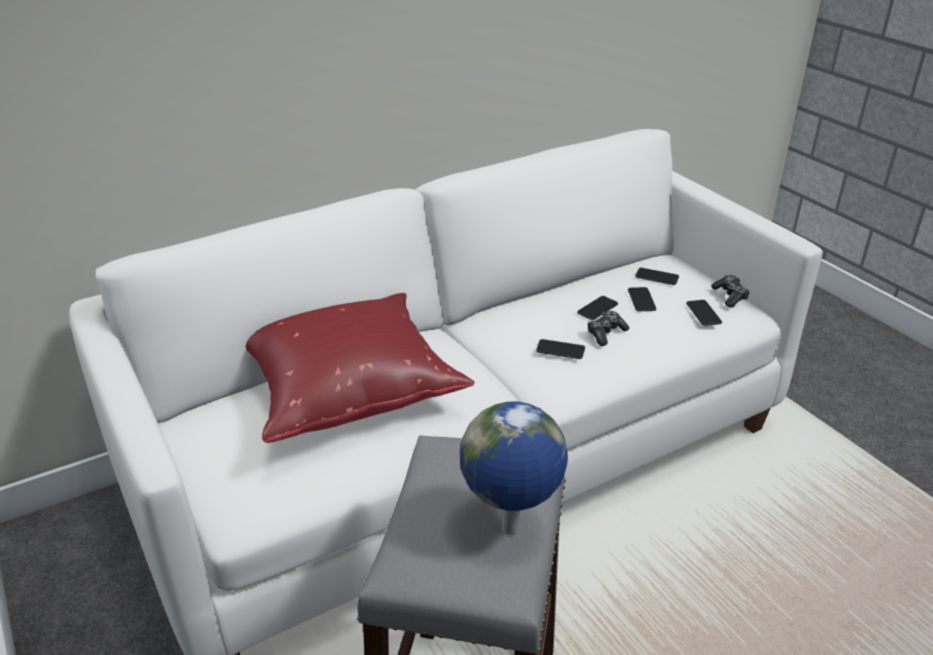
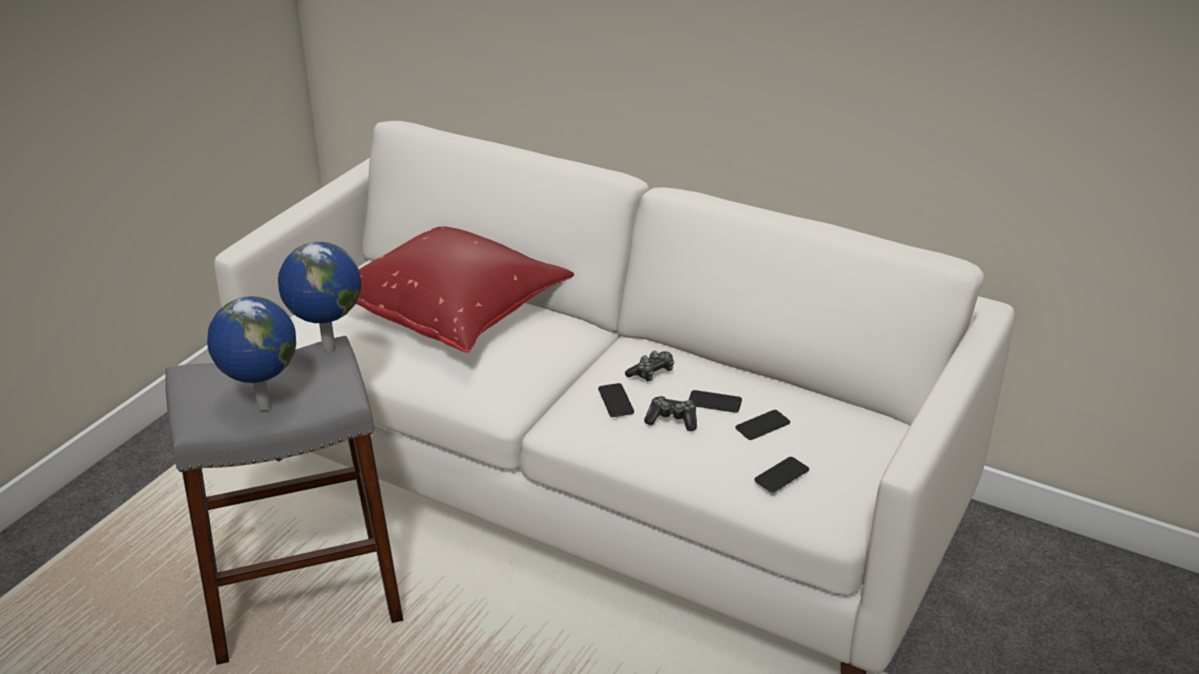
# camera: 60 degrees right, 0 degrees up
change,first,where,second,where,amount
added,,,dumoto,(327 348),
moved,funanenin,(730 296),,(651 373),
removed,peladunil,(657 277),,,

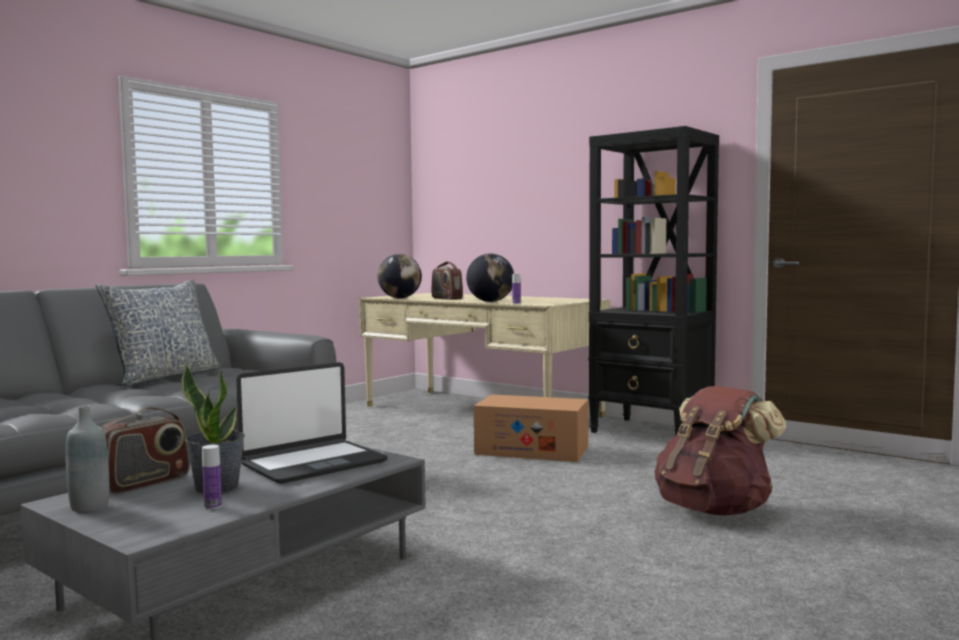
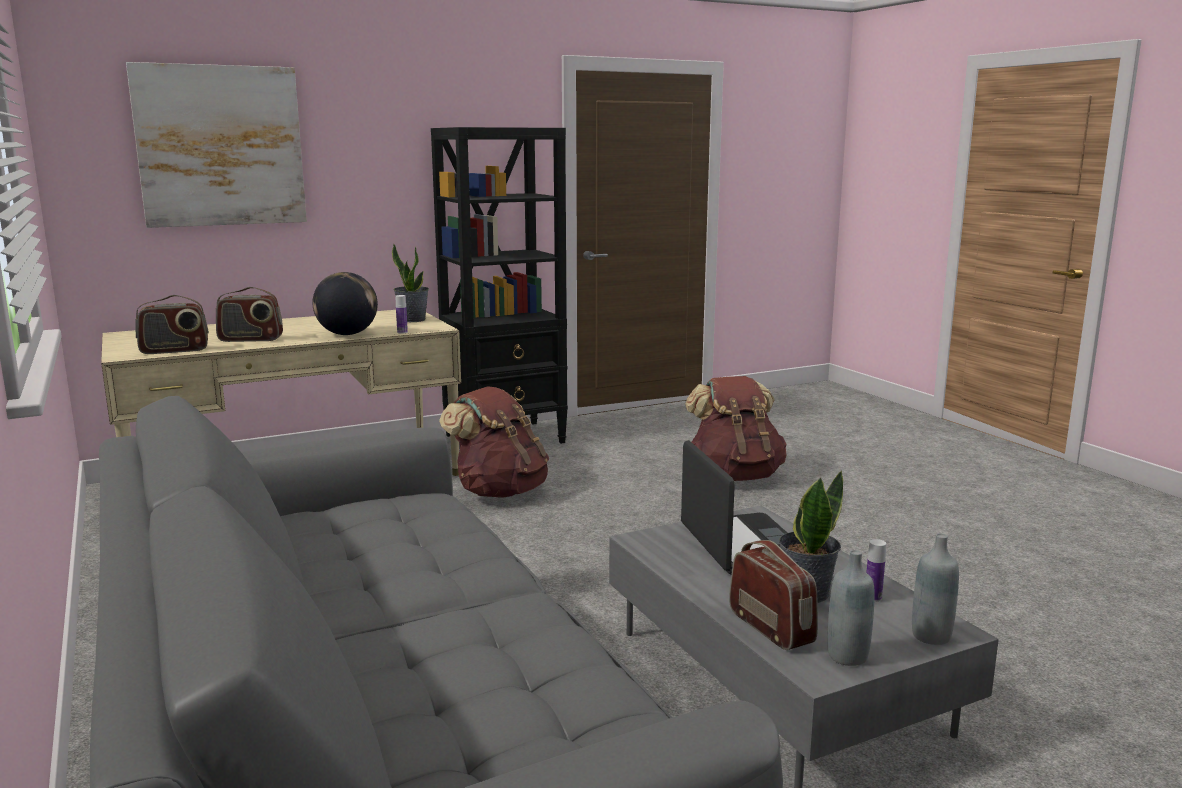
# camera: 65 degrees left, 10 degrees up
change,first,where,second,where,amount
added,,,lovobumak,(220 146),
replaced,dumoto,(400 298),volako,(174 350),
added,,,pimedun,(412 320),
replaced,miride,(532 450),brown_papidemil,(499 491),
added,,,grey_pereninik,(931 636),
removed,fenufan,(164 376),,,

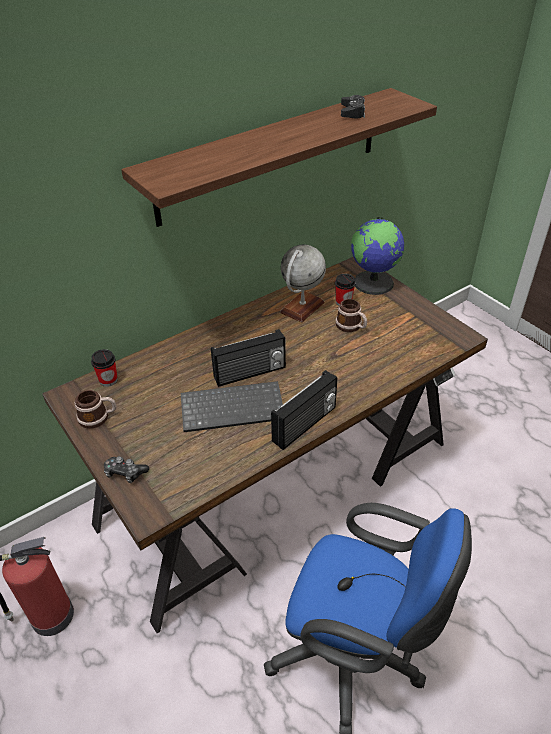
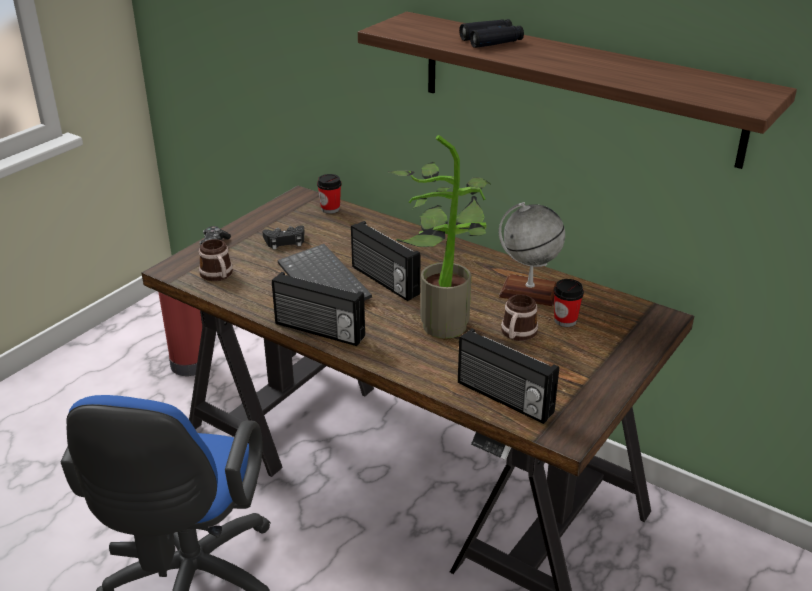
# camera: 70 degrees right, 10 degrees down
change,first,where,second,where,amount
moved,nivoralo,(98 417),,(218 276),
moved,black_funanenin,(352 112),,(285 241),
added,,,pimedun,(443 321),
added,,,volako,(503 399),
added,,,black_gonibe,(491 40),
removed,dumoto,(374 282),,,

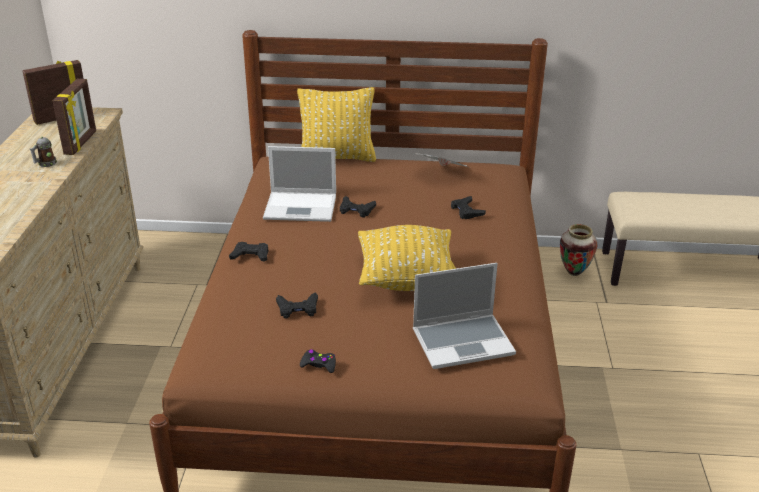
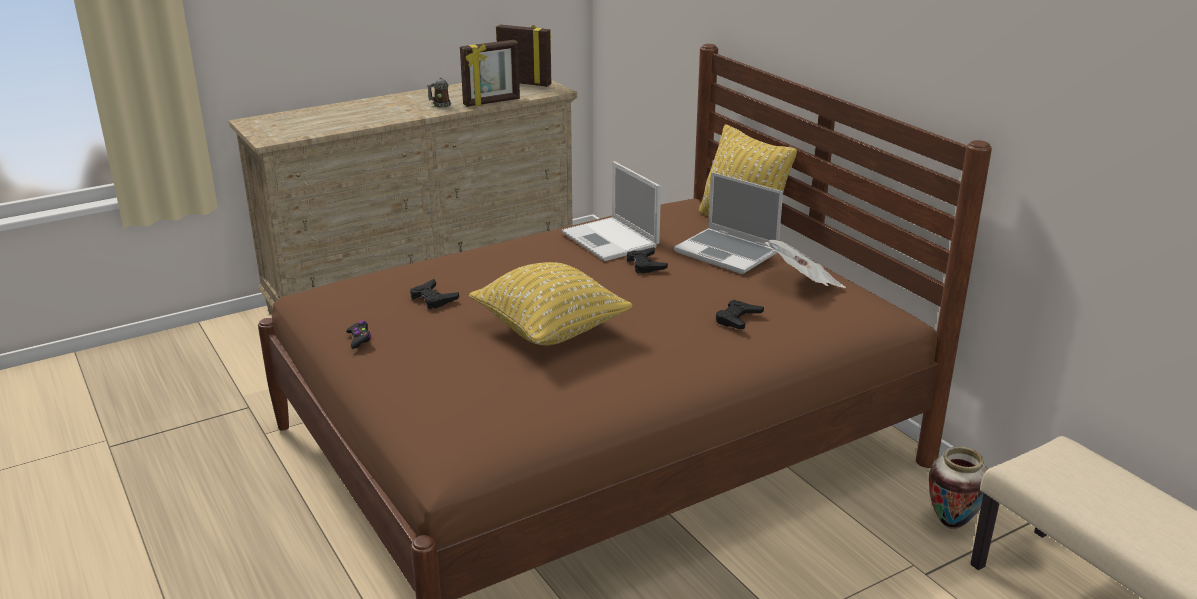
# camera: 55 degrees right, 5 degrees down
change,first,where,second,where,amount
moved,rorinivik,(463 341),,(728 253),
removed,black_funanenin,(250 255),,,

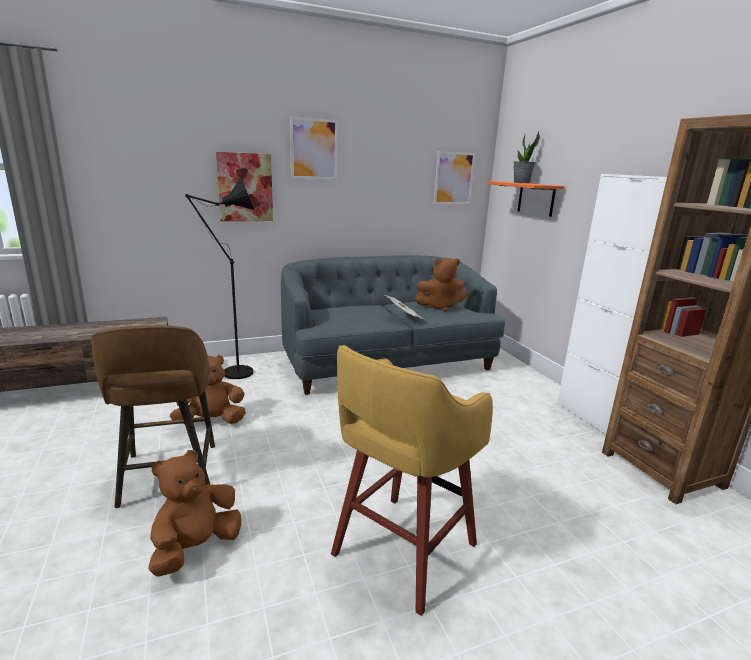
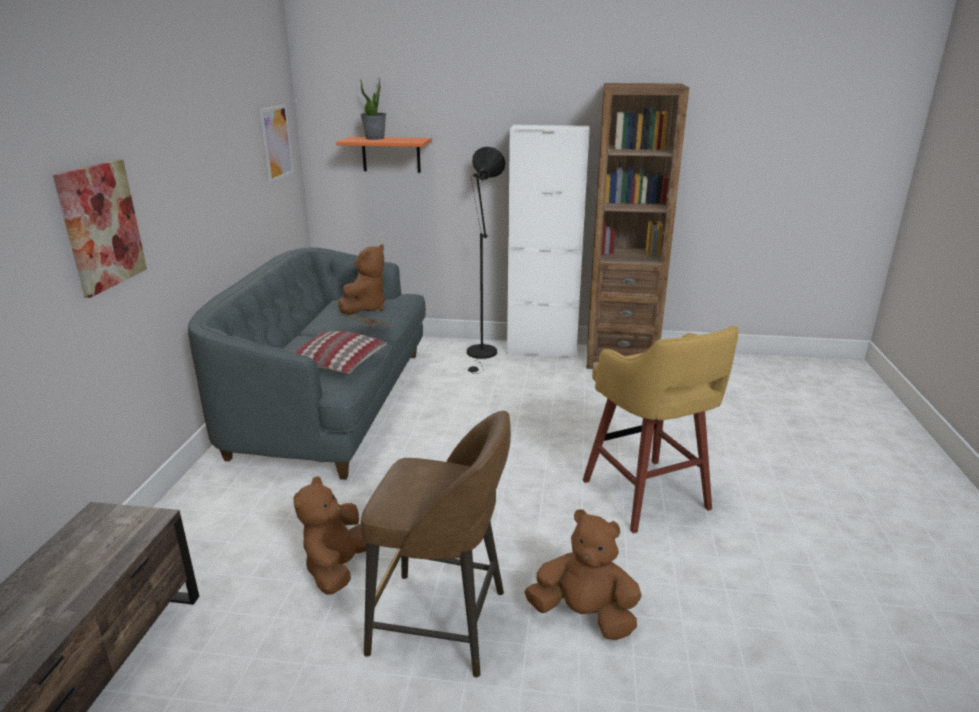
# camera: 60 degrees left, 5 degrees up
change,first,where,second,where,amount
added,,,fenufan,(335 363),
moved,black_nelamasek,(232 374),,(481 355),
turned,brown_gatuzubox,(196 548),,(584 615),135 degrees clockwise
removed,lovobumak,(314 149),,,

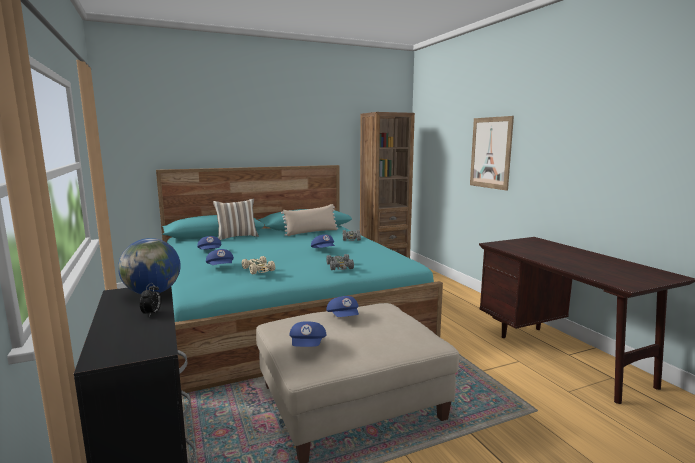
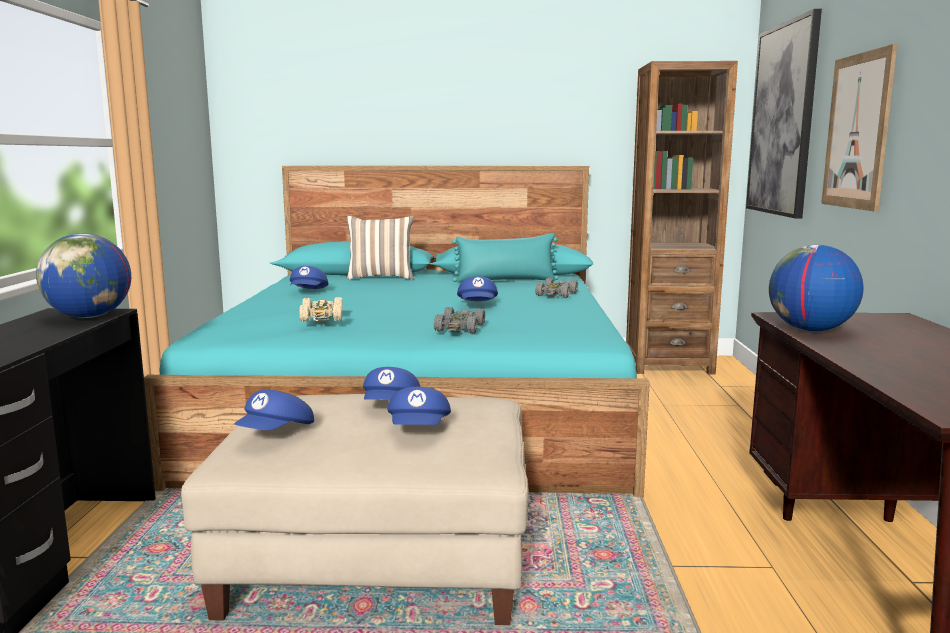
# camera: 25 degrees right, 0 degrees up
change,first,where,second,where,amount
moved,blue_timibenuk,(221 267),,(420 429),
recoloured,beige_fenufan,(311 232),turquoise_fenufan,(506 281),
added,,,lovobumak,(782 120),
added,,,dumoto,(810 330),
removed,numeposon,(152 313),,,

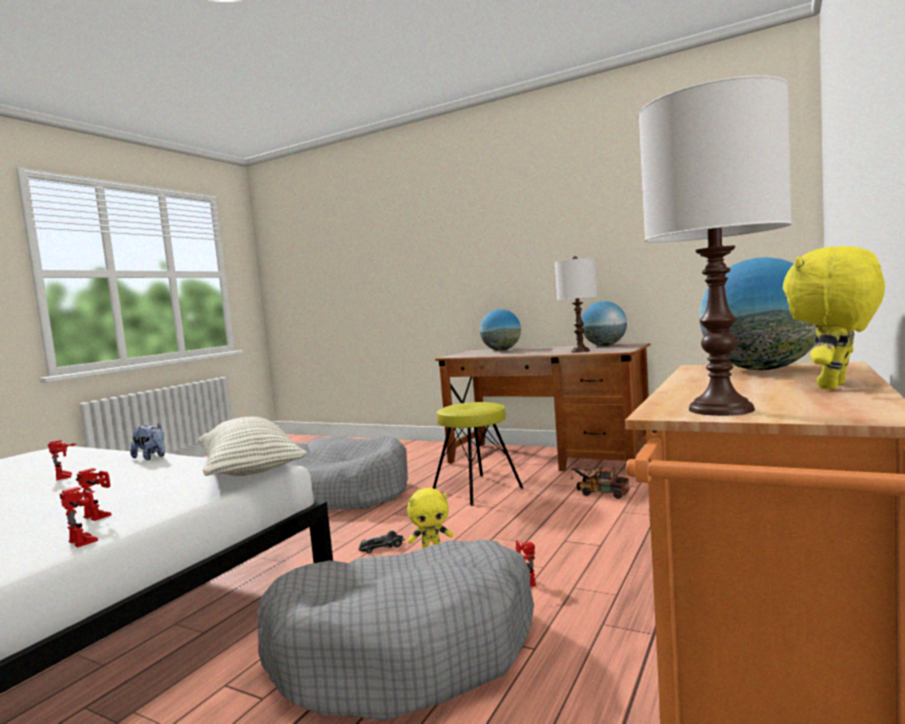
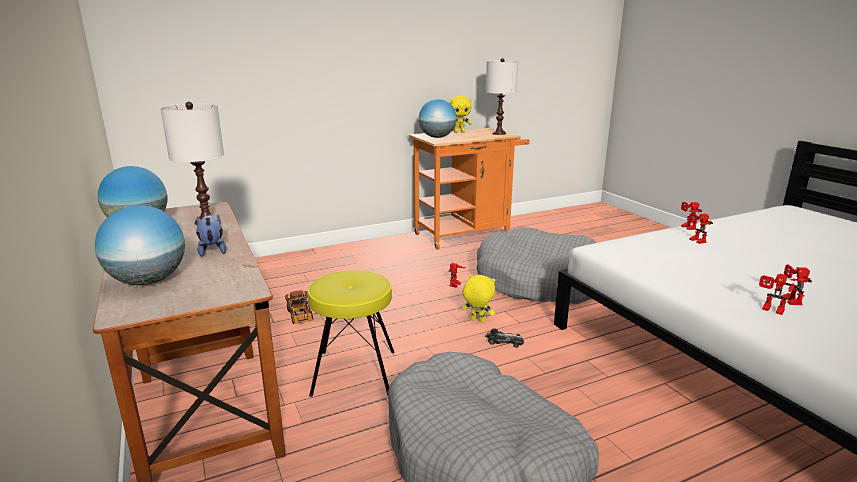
# camera: 145 degrees left, 15 degrees up
change,first,where,second,where,amount
moved,gatuzubox,(151 457),,(212 250),
added,,,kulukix,(770 310),
removed,fenufan,(250 469),,,

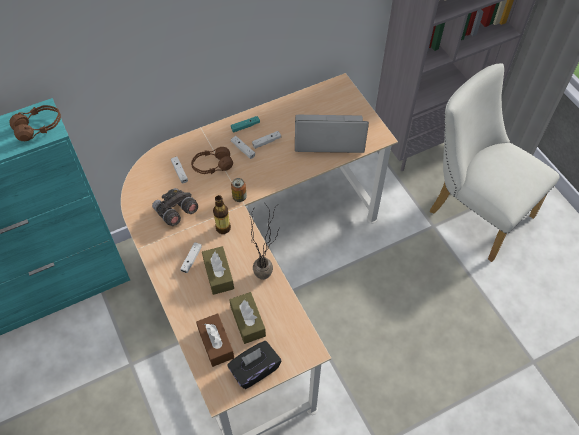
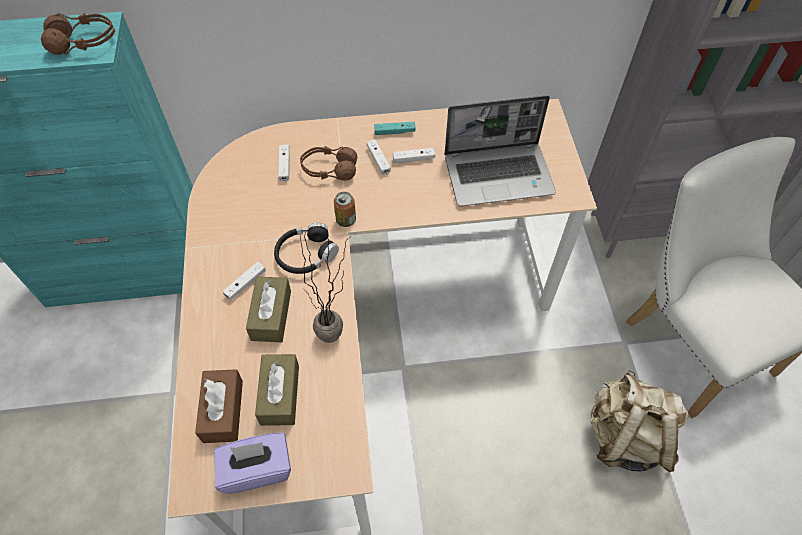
# camera: 20 degrees right, 0 degrees up
change,first,where,second,where,amount
recoloured,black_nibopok,(254 370),purple_nibopok,(257 469),
replaced,pereninik,(223 228),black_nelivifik,(306 255),
turned,rorinivik,(328 136),,(499 174),150 degrees clockwise
added,,,beige_papidemil,(625 437),
removed,grey_gonibe,(176 212),,,

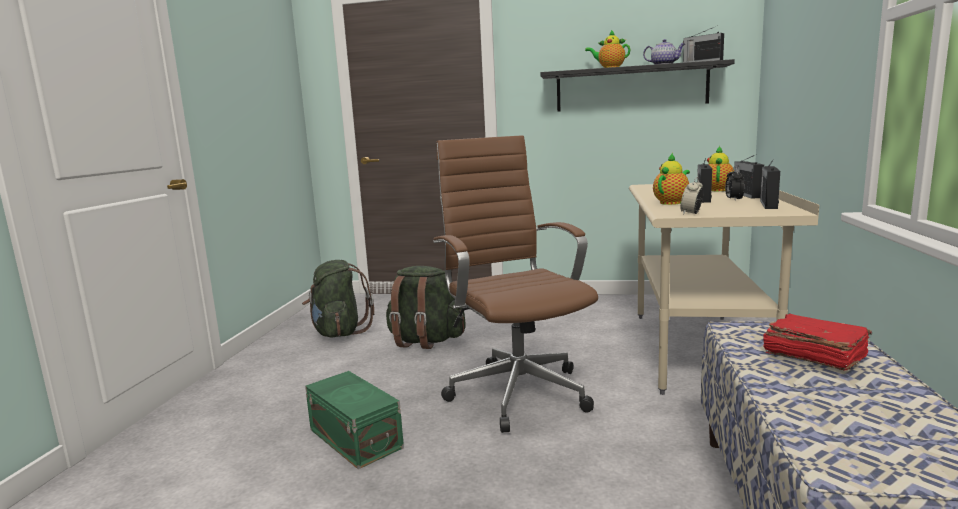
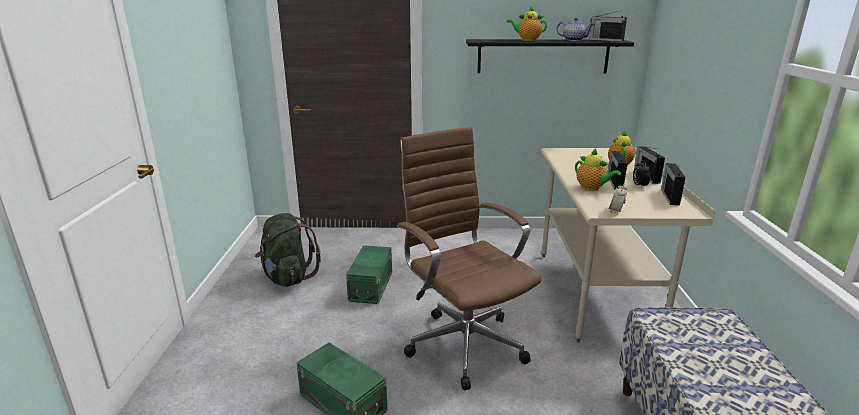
# camera: 10 degrees left, 10 degrees up
change,first,where,second,where,amount
replaced,green_papidemil,(425 341),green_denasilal,(370 286),
turned,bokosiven,(672 202),,(592 188),105 degrees clockwise
removed,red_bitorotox,(813 356),,,

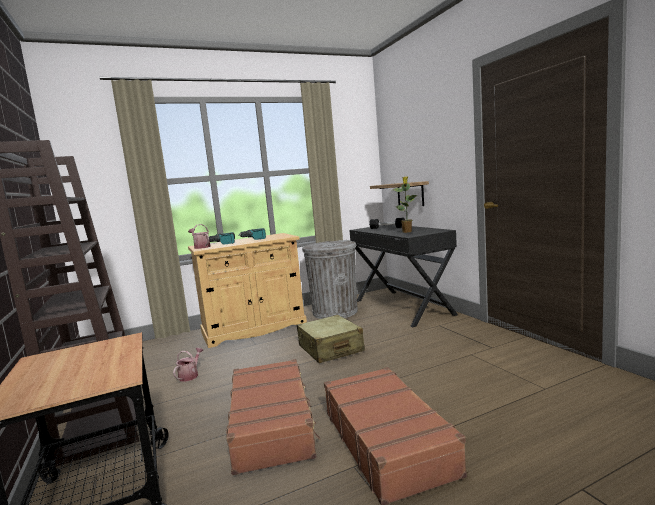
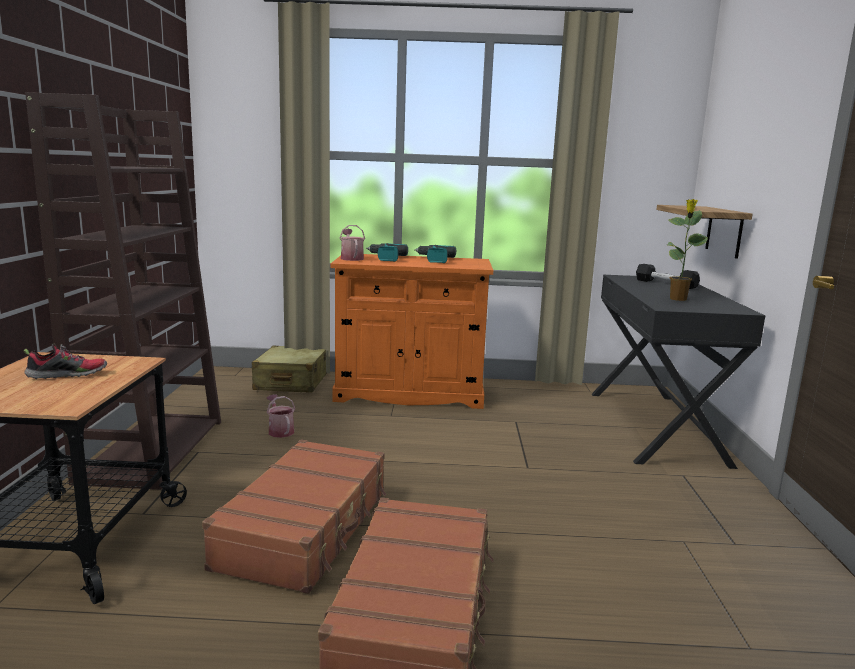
# camera: 25 degrees right, 5 degrees up
change,first,where,second,where,amount
added,,,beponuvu,(68 375),
moved,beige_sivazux,(330 349),,(291 382),
turned,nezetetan,(190 375),,(280 430),75 degrees counterclockwise
recoloured,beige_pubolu,(254 329),orange_pubolu,(409 393),
removed,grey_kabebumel,(335 312),,,

